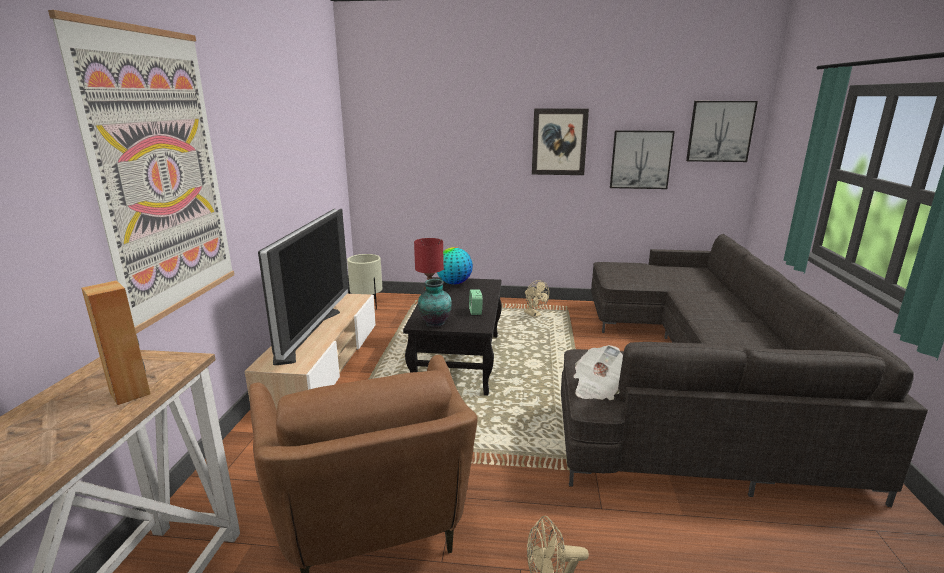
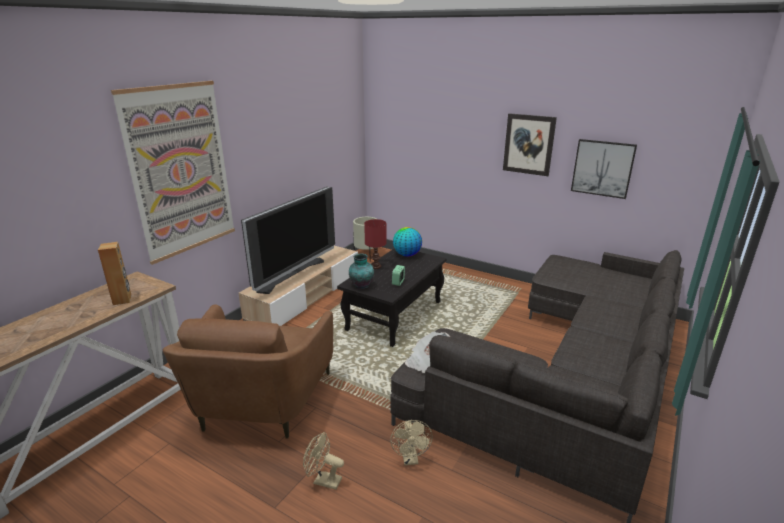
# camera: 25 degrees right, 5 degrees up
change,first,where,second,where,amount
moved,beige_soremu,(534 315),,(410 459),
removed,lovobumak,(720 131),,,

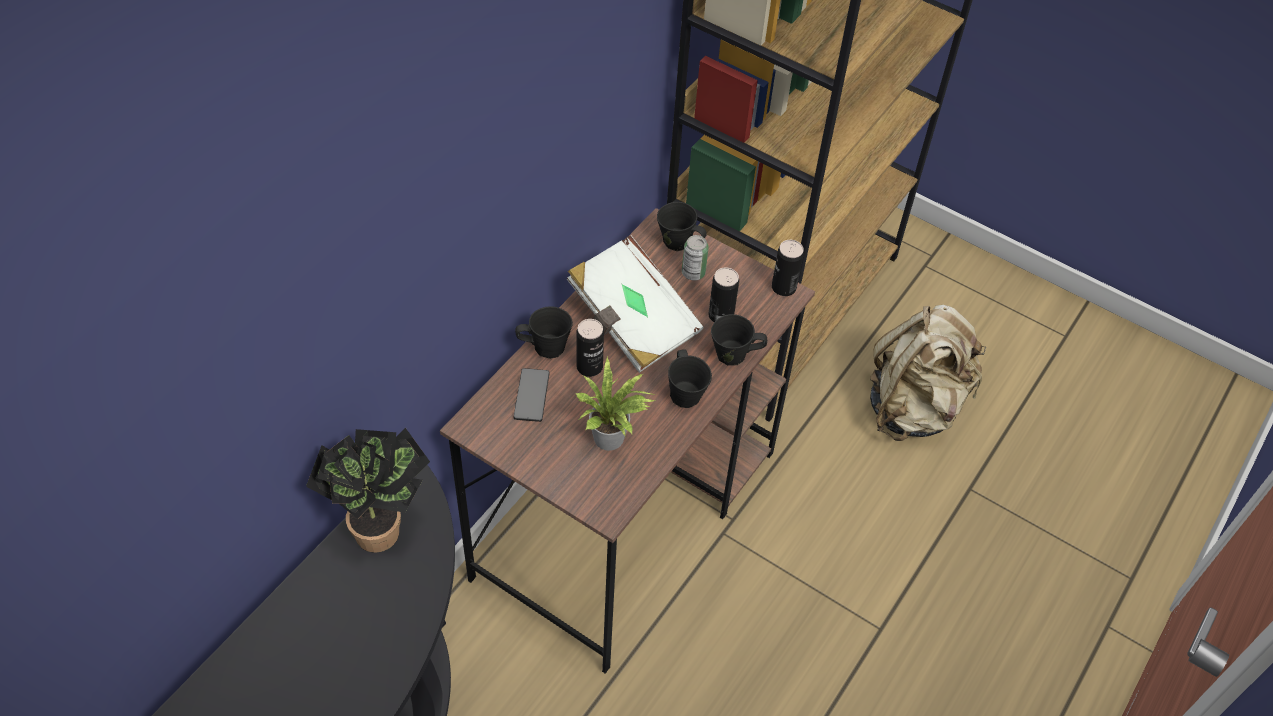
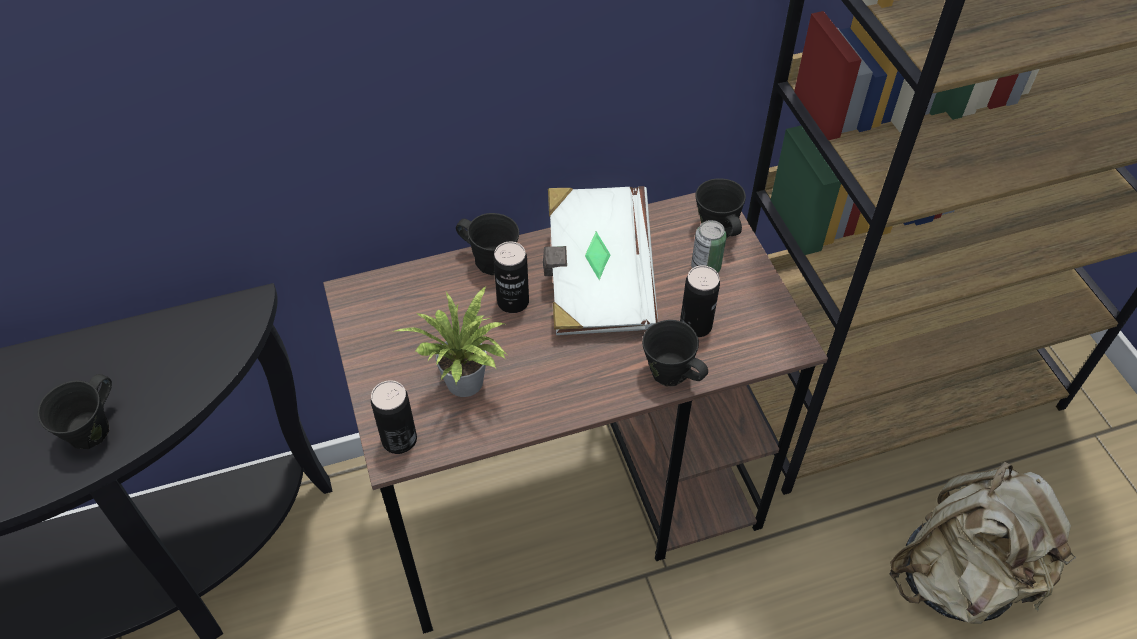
# camera: 40 degrees right, 0 degrees up
change,first,where,second,where,amount
moved,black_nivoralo,(685 393),,(92 430),
moved,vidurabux,(783 287),,(399 439),
removed,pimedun,(382 528),,,
removed,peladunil,(531 395),,,

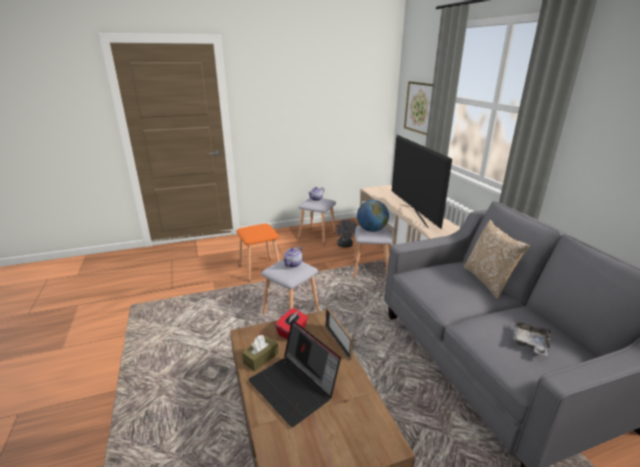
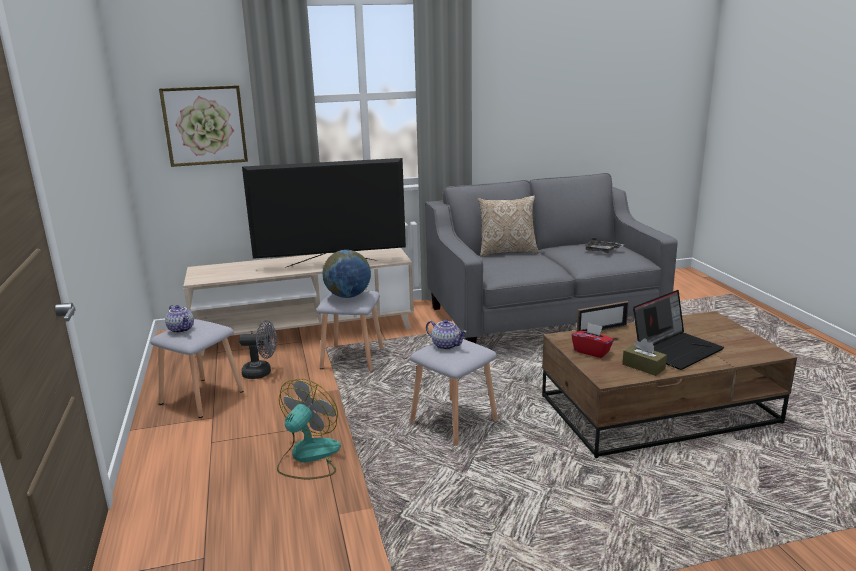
# camera: 85 degrees left, 5 degrees down
change,first,where,second,where,amount
replaced,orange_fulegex,(260 269),soremu,(308 457),

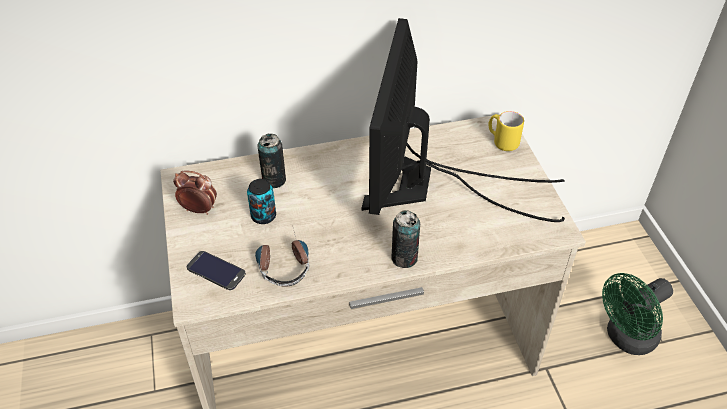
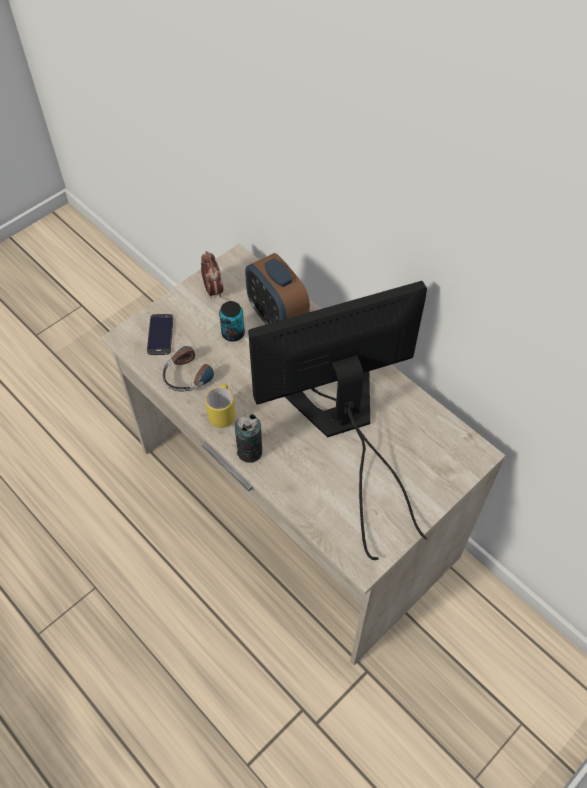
# camera: 60 degrees right, 10 degrees up
change,first,where,second,where,amount
moved,yellow_nivoralo,(502 142),,(223 413),
replaced,vidurabux,(274 180),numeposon,(277 319),
removed,green_soremu,(626 338),,,

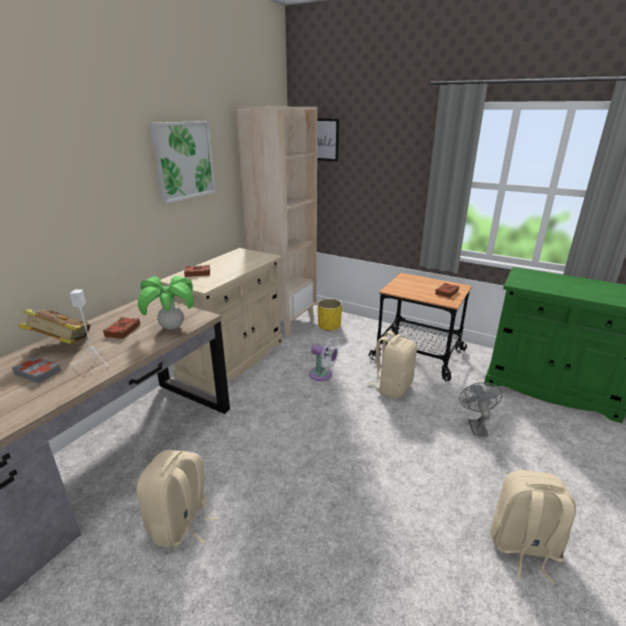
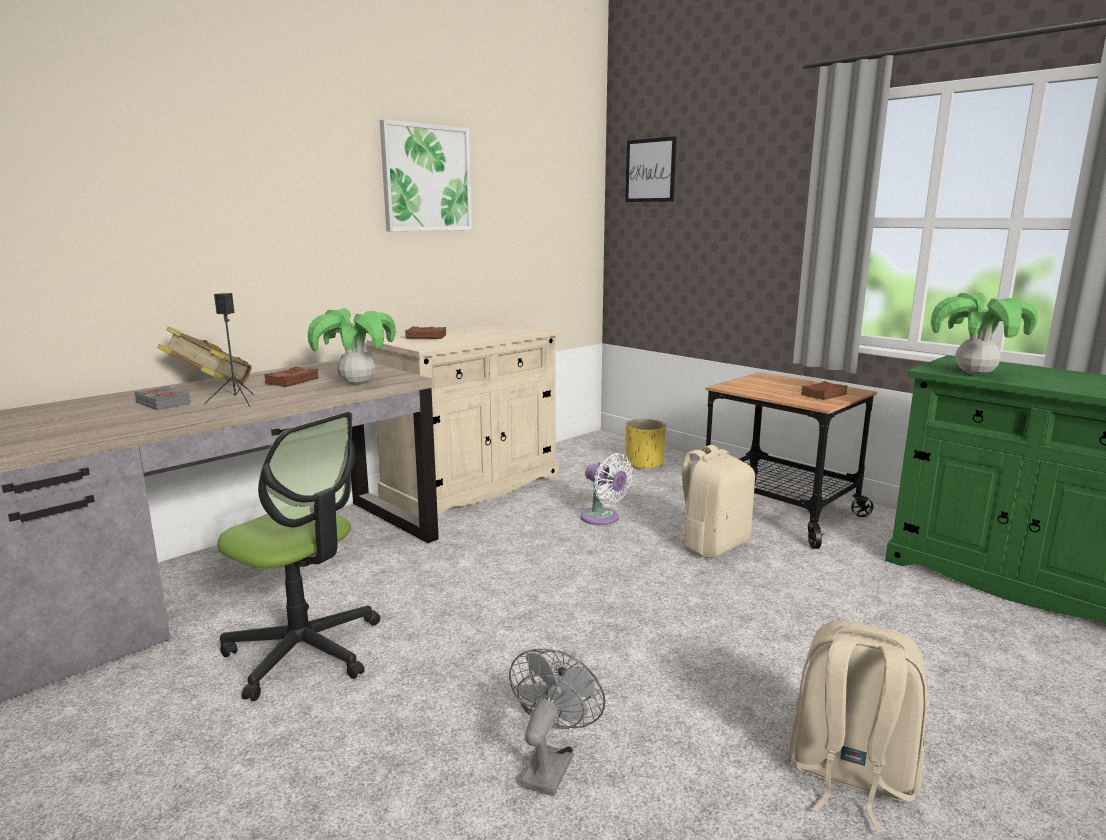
# camera: 15 degrees right, 10 degrees down
change,first,where,second,where,amount
recoloured,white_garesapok,(95 362),black_garesapok,(236 401),
replaced,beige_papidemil,(181 523),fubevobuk,(304 651),
moved,grey_soremu,(476 425),,(550 764),
added,,,pimedun,(975 373),
removed,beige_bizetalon,(284 321),,,

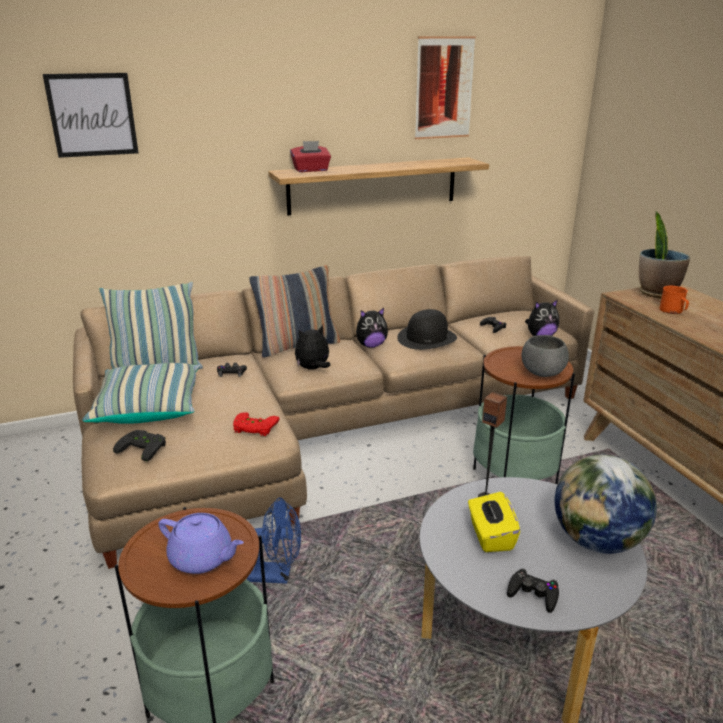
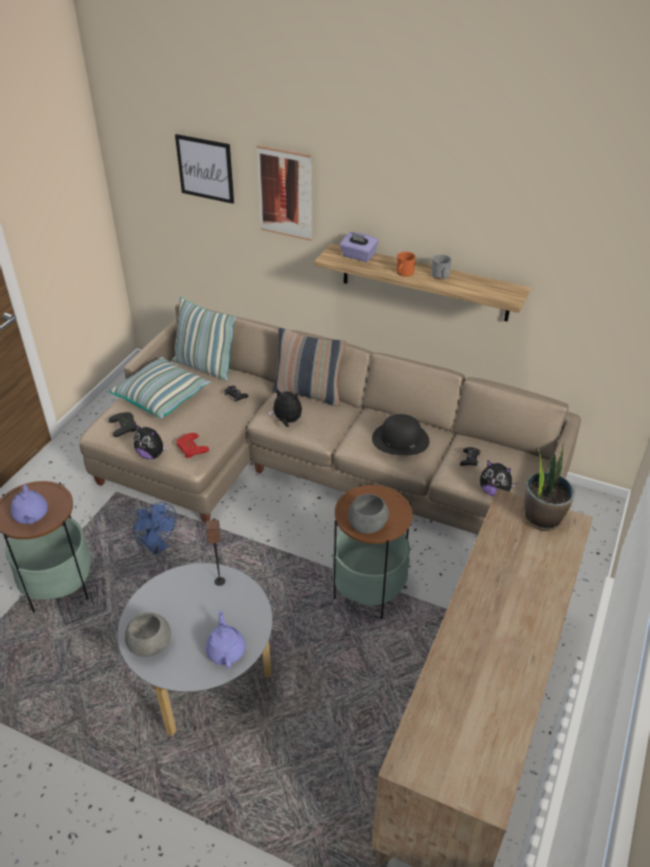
# camera: 45 degrees right, 15 degrees up
change,first,where,second,where,amount
replaced,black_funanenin,(533 594),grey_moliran,(150 646),
moved,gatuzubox,(371 345),,(152 455),
replaced,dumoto,(597 541),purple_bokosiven,(226 650),
moved,lovobumak,(444 88),,(285 193),
recoloured,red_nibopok,(311 170),purple_nibopok,(358 256),
moved,orange_nivoralo,(673 311),,(403 273),
added,,,grey_nivoralo,(441 276),
removed,yellow_nibopok,(490 536),,,

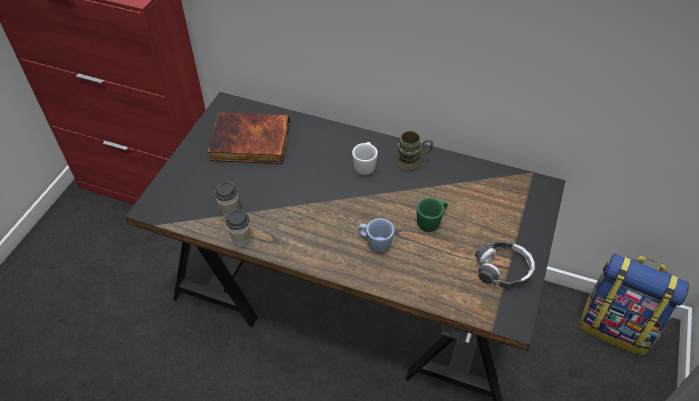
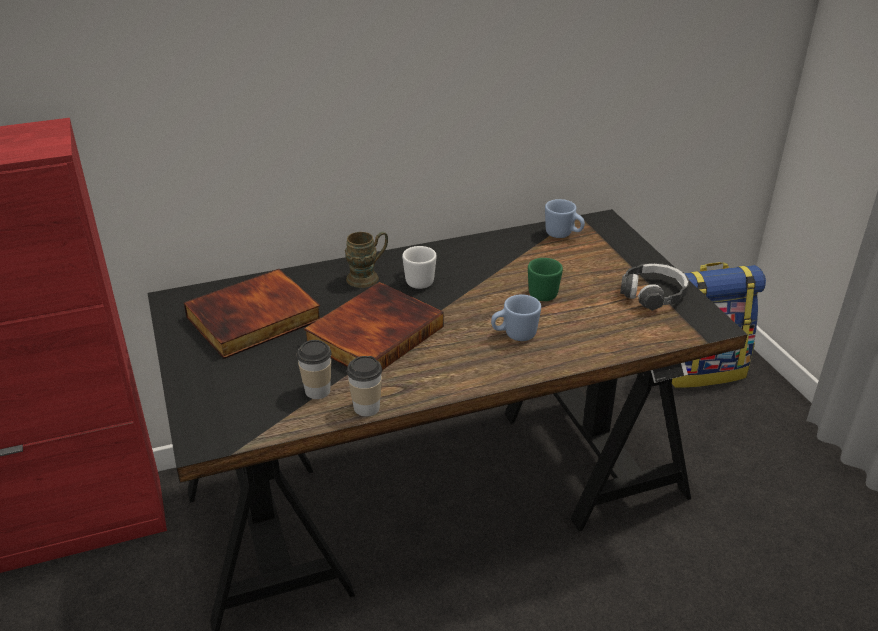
# camera: 40 degrees left, 15 degrees down
change,first,where,second,where,amount
added,,,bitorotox,(373 333),
moved,brown_nivoralo,(412 163),,(368 277),
added,,,blue_nivoralo,(563 235),

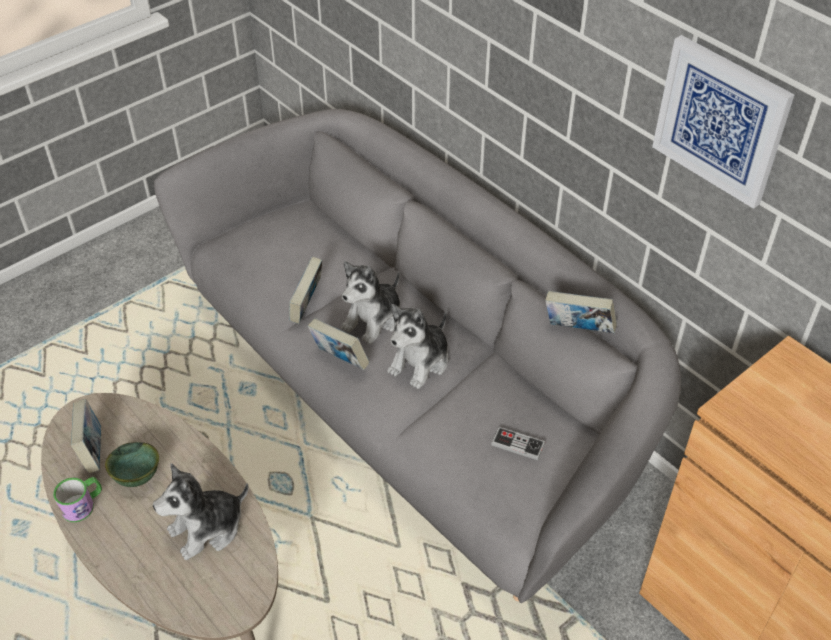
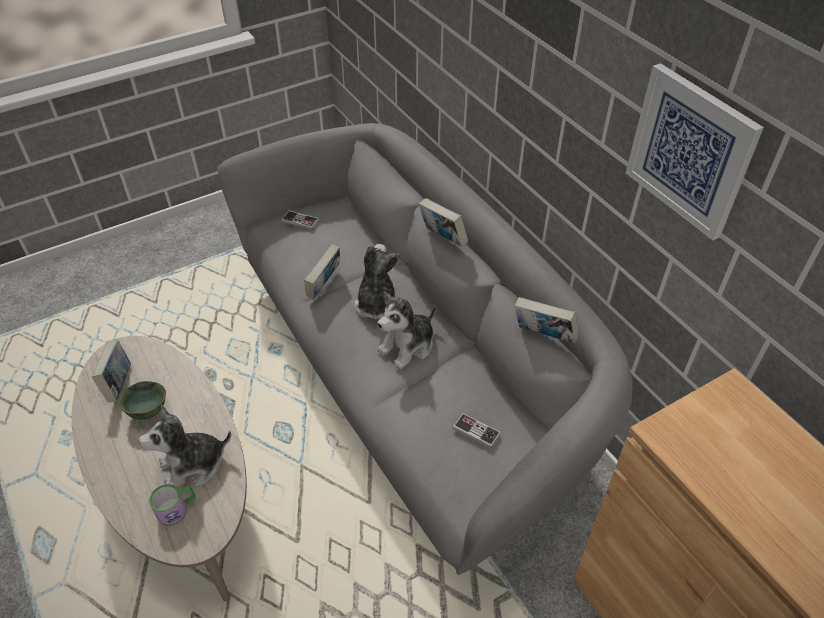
# camera: 10 degrees right, 0 degrees up
change,first,where,second,where,amount
moved,nivoralo,(83 505),,(177 509),
added,,,funanenin,(300 221),
turned,gatuzubox,(374 319),,(376 304),135 degrees clockwise
moved,bitorotox,(339 360),,(442 238),

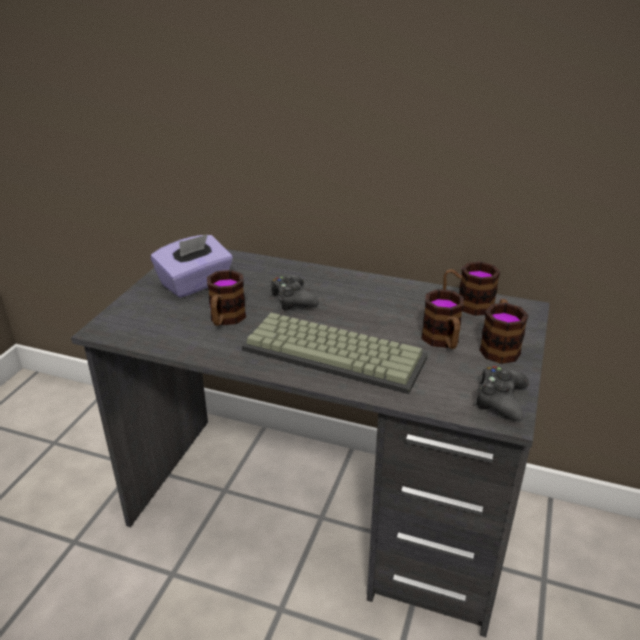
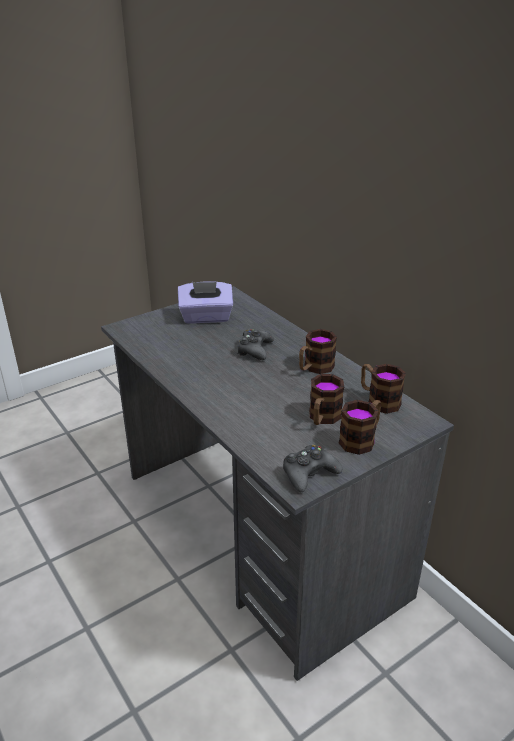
# camera: 35 degrees right, 0 degrees up
change,first,where,second,where,amount
moved,nivoralo,(225 319),,(314 368),
removed,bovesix,(336 353),,,

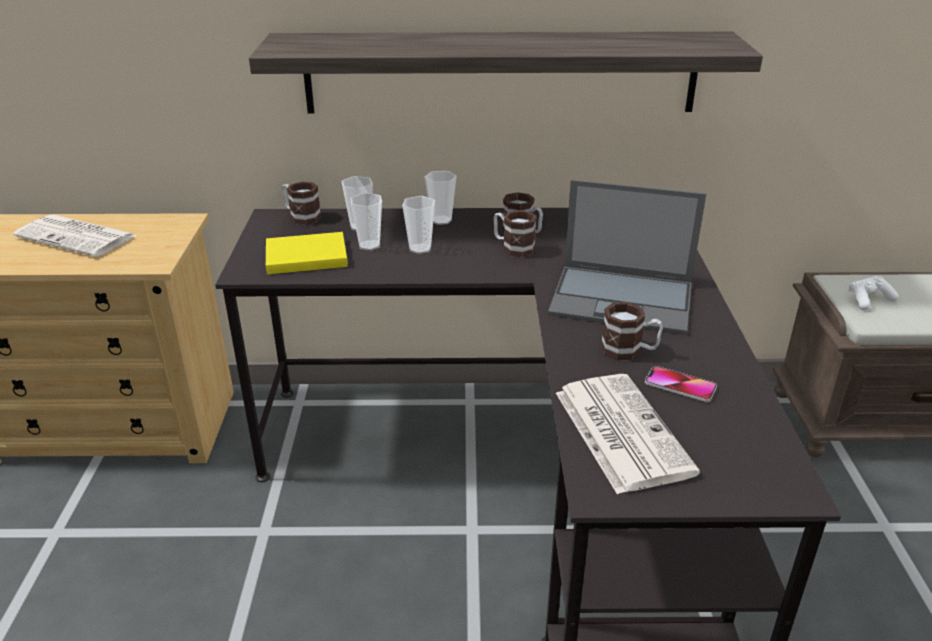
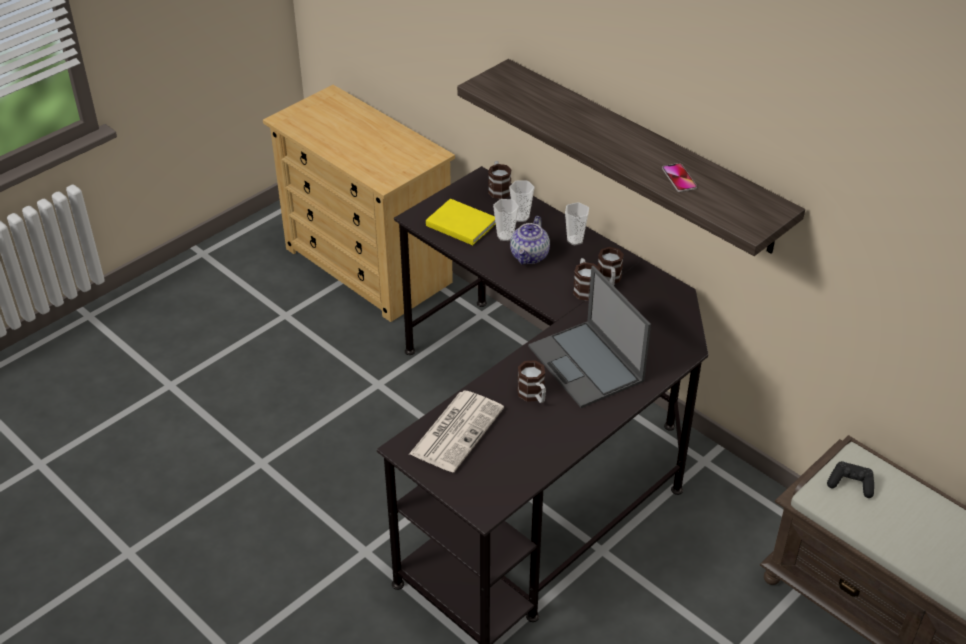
# camera: 45 degrees right, 10 degrees up
change,first,where,second,where,amount
replaced,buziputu,(420 249),bokosiven,(530 256),
moved,peladunil,(680 385),,(679 178),
recoloured,white_funanenin,(868 300),black_funanenin,(850 484),
removed,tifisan,(78 237),,,

